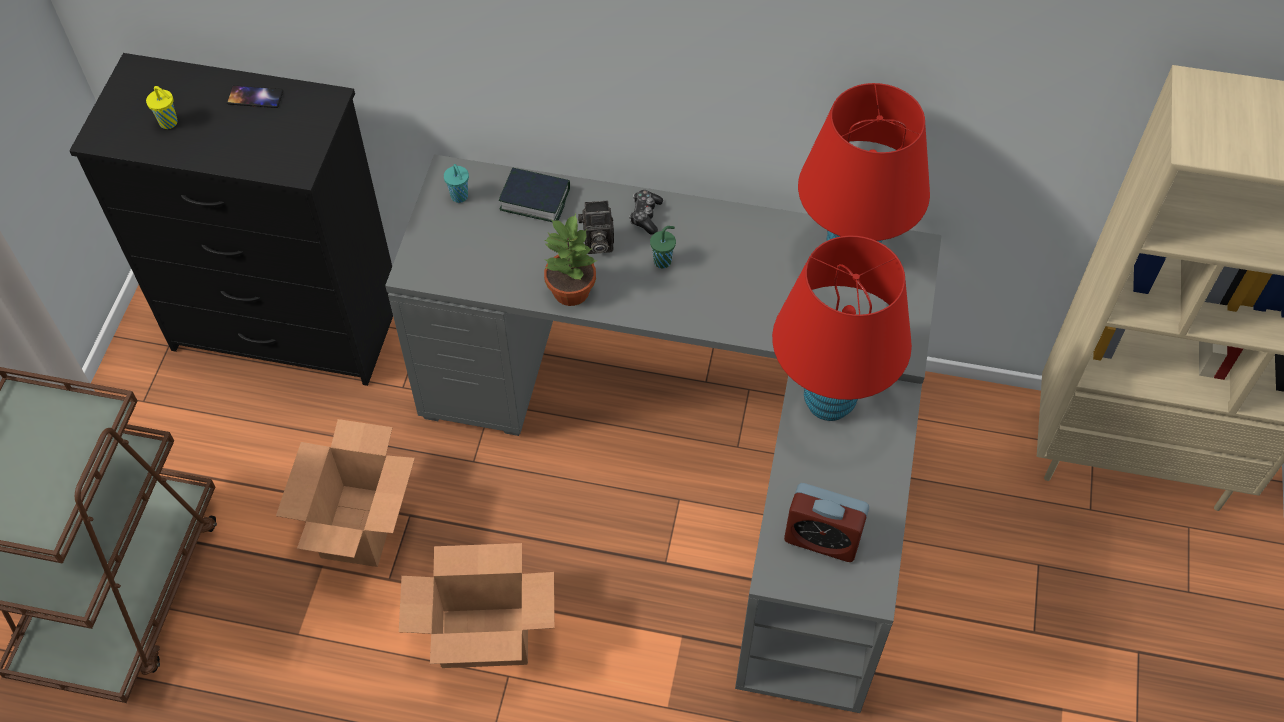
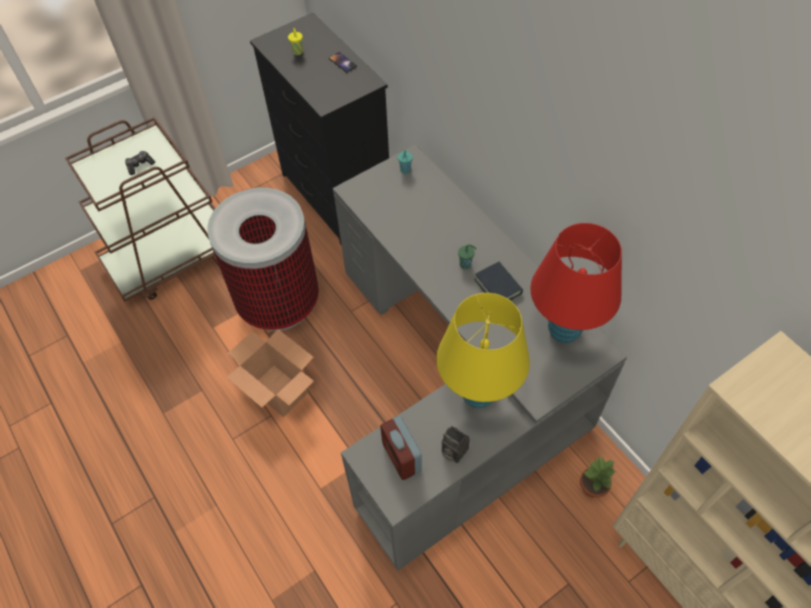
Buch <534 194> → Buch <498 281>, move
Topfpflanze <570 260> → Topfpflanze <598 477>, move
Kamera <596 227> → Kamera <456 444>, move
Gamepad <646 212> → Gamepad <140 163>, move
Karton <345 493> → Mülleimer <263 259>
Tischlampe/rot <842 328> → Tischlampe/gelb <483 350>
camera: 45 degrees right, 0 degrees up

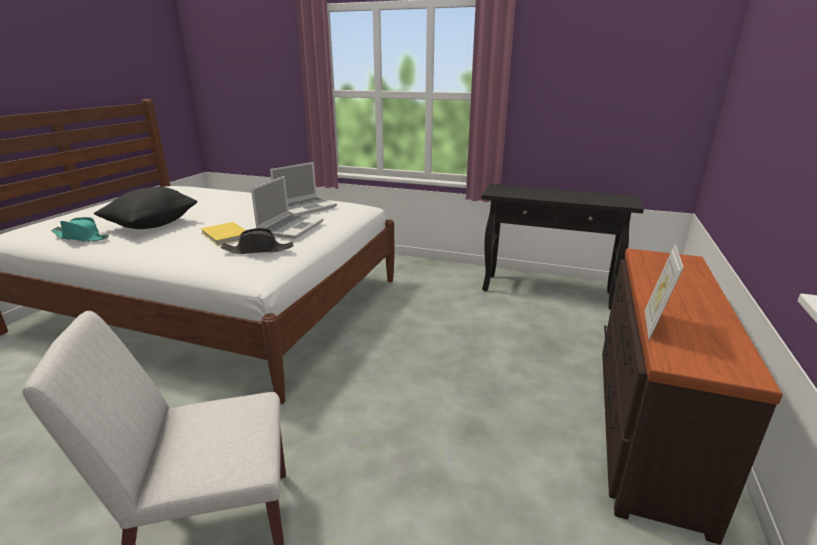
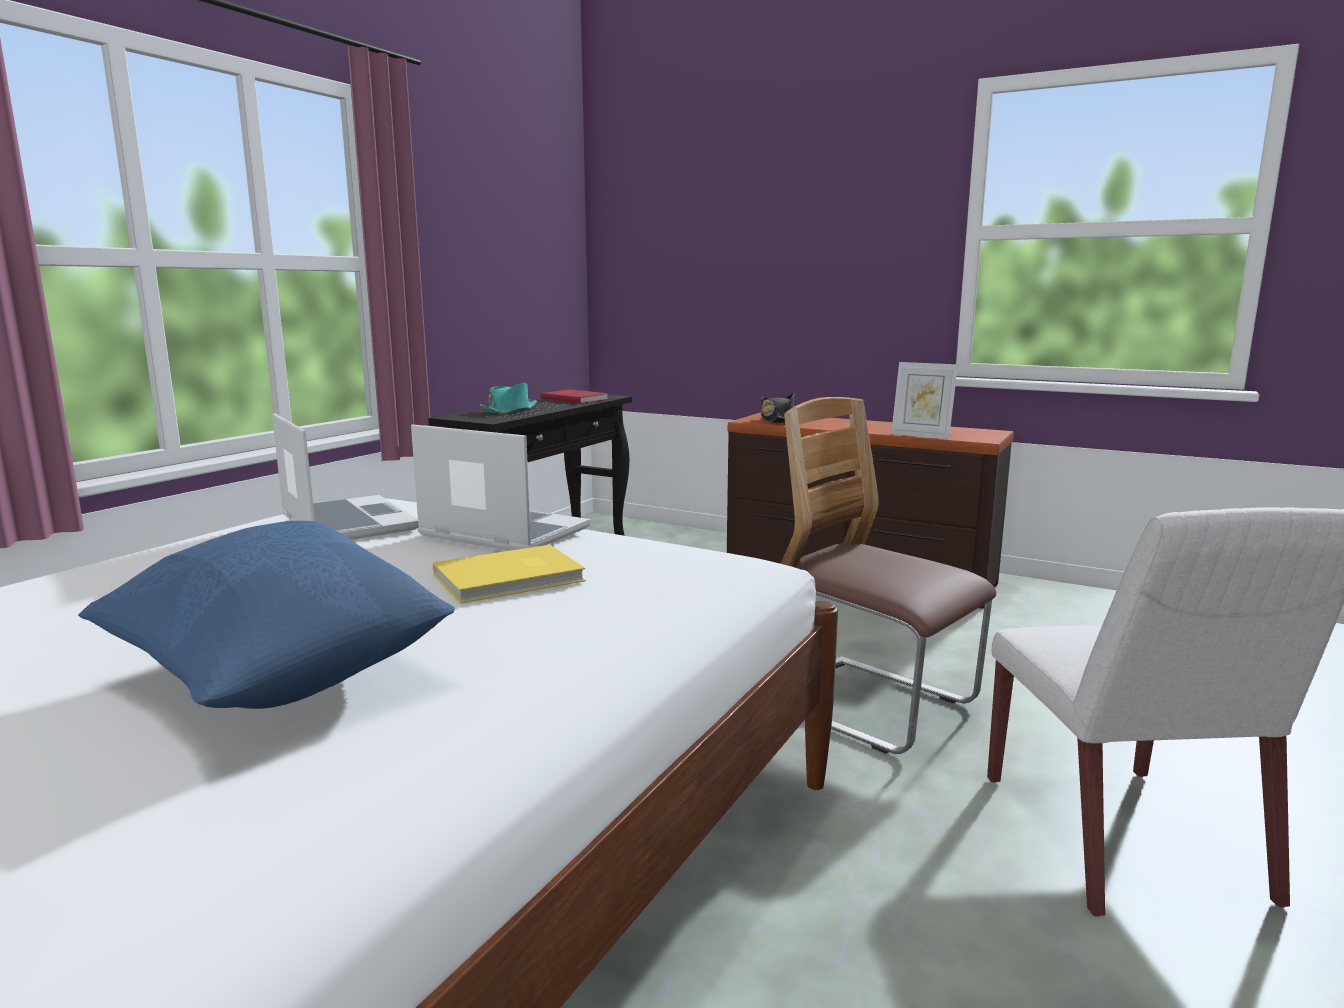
- → Buch/rot <574 396>
- → Stuhl <888 575>
Hut/türkis <80 229> → Hut/türkis <508 398>, move
Hut/schwarz <257 241> → Hut/schwarz <777 408>, move
Kissen/schwarz <145 208> → Kissen/blau <266 615>
camera: 80 degrees left, 10 degrees down

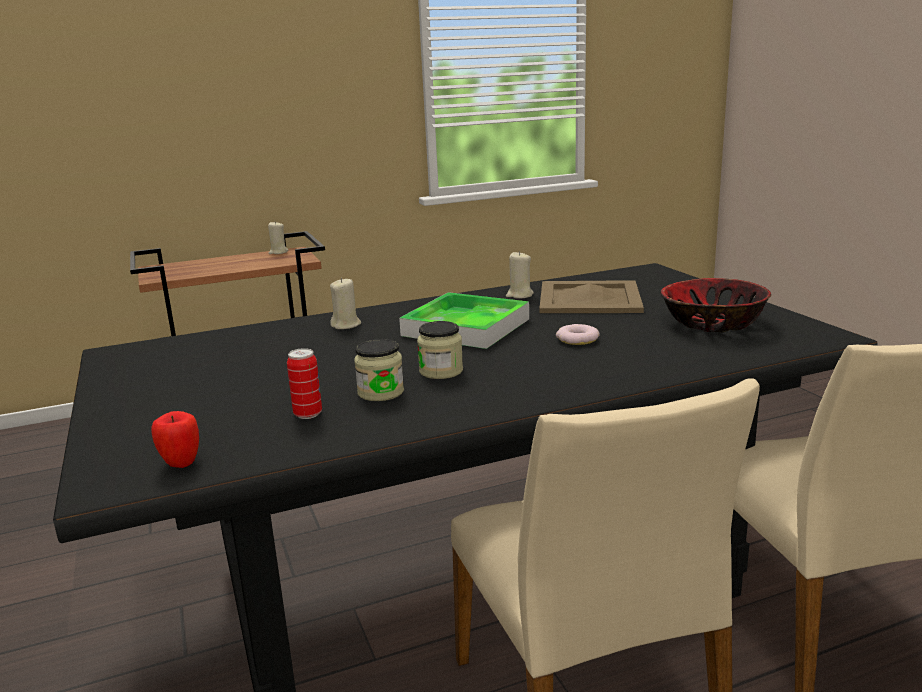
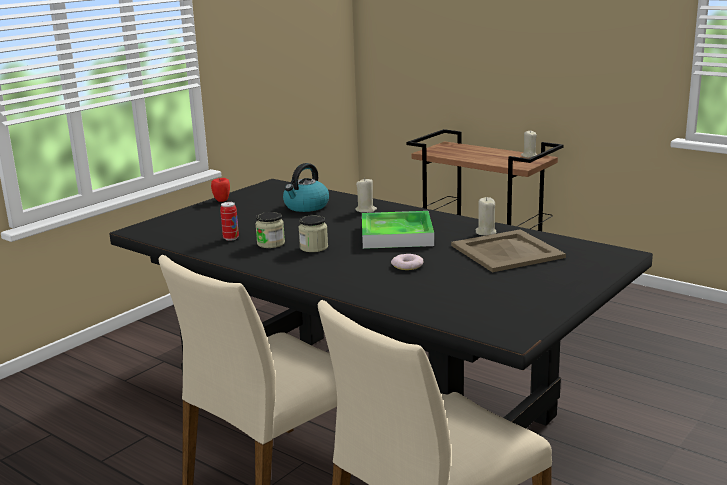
Schüssel <715 305> → -
- → Wasserkessel <306 187>
Apfel <175 439> → Apfel <220 190>, move
camera: 60 degrees right, 0 degrees up

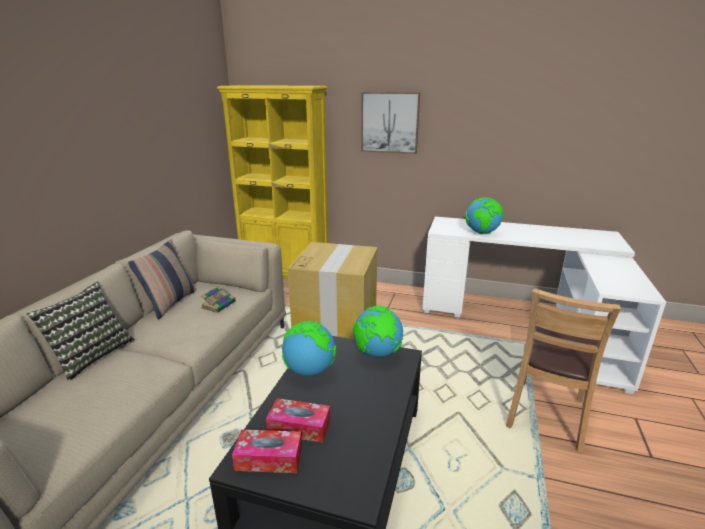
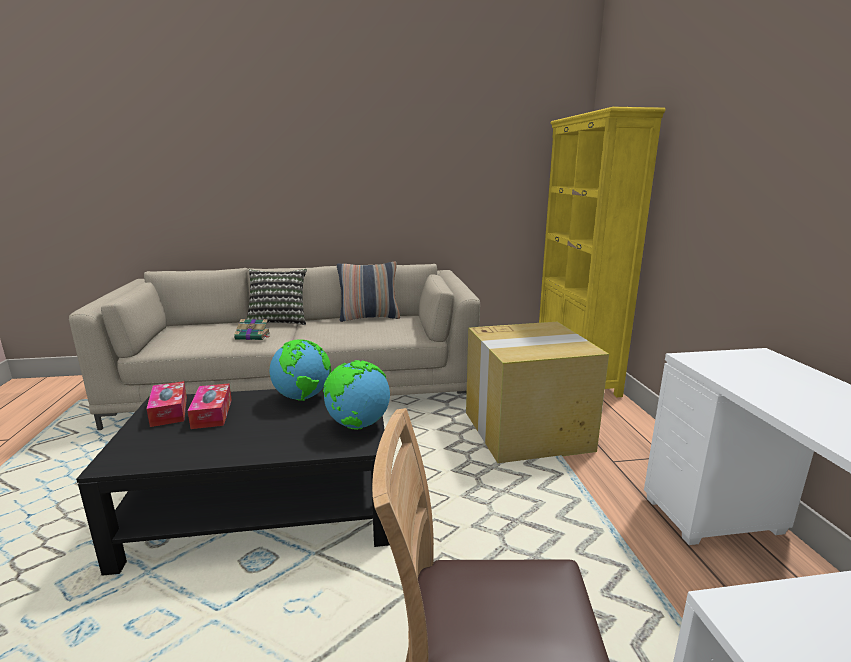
Bild <390 123> → -
Globus <484 215> → -
Buch <218 299> → Buch <252 329>, move
camera: 65 degrees right, 5 degrees down

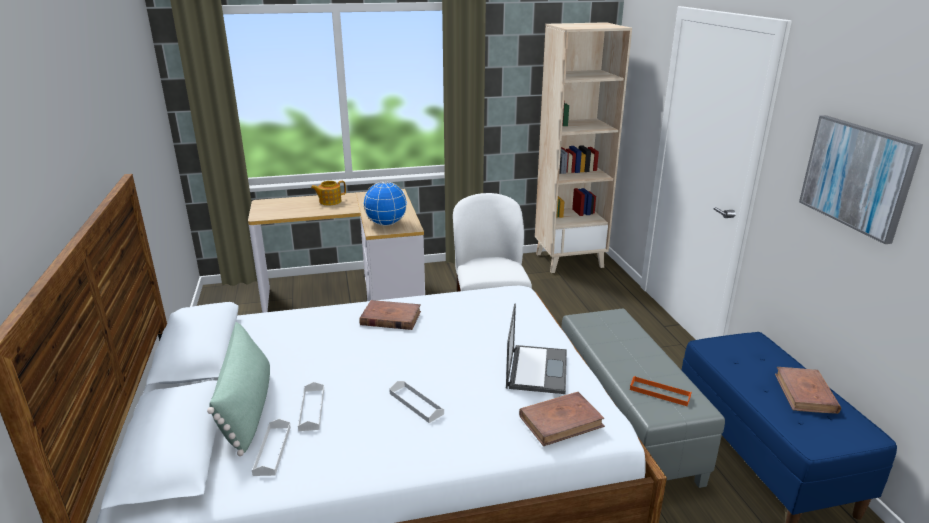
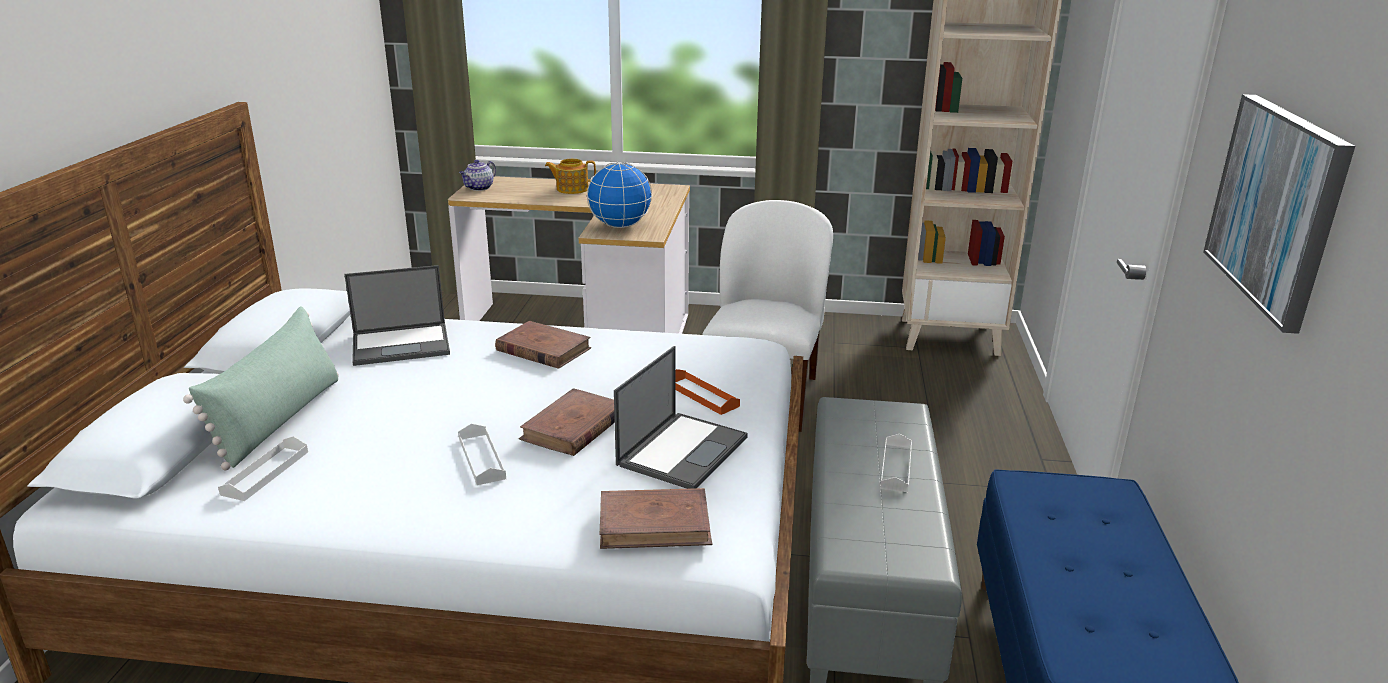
- → Laptop <397 315>
- → Teekanne <477 175>
Tablett/weiß <311 406> → Tablett/weiß <896 463>, move
Tablett/orange <661 391> → Tablett/orange <707 392>, move
Buch/braun <808 390> → Buch/braun <567 422>, move
camera: 20 degrees right, 0 degrees up

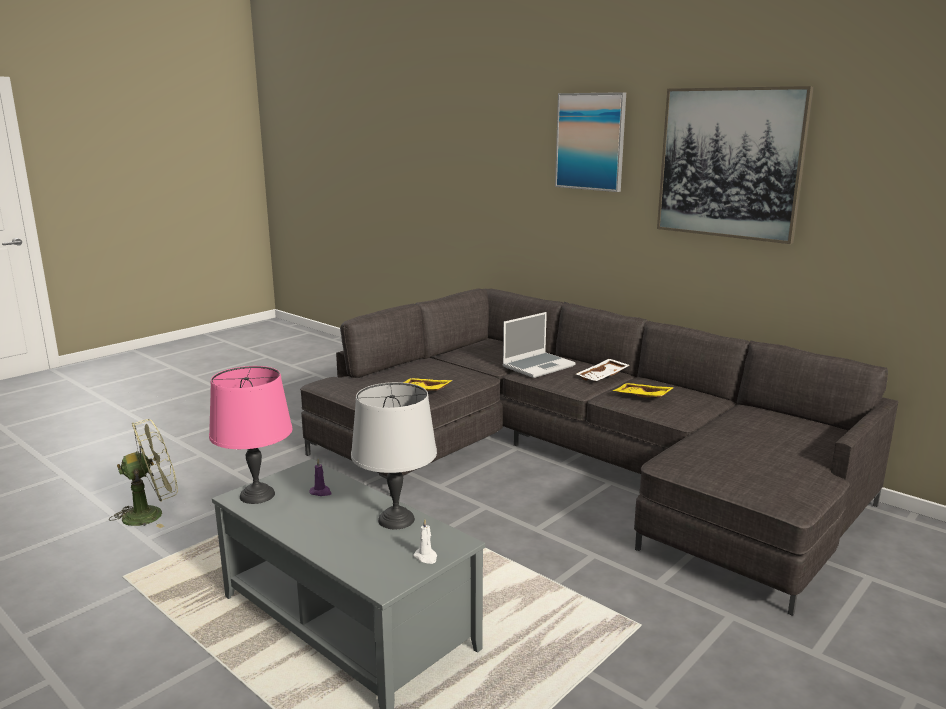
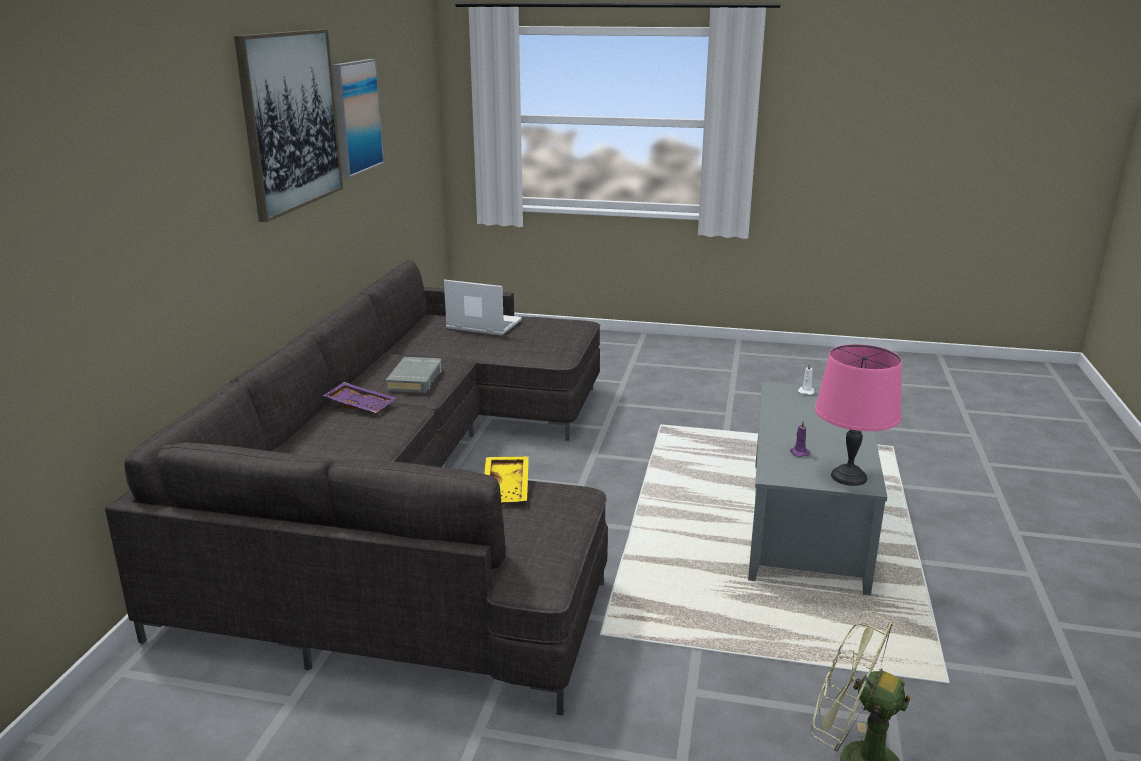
Tischlampe/grau <394 455> → -
Laptop <539 345> → Laptop <483 308>, move
Bild <590 142> → Bild <359 118>, move
Tablett/gelb <643 390> → Buch/grau <414 375>
Tablett/weiß <603 370> → Tablett/lila <360 397>
camera: 120 degrees left, 5 degrees up

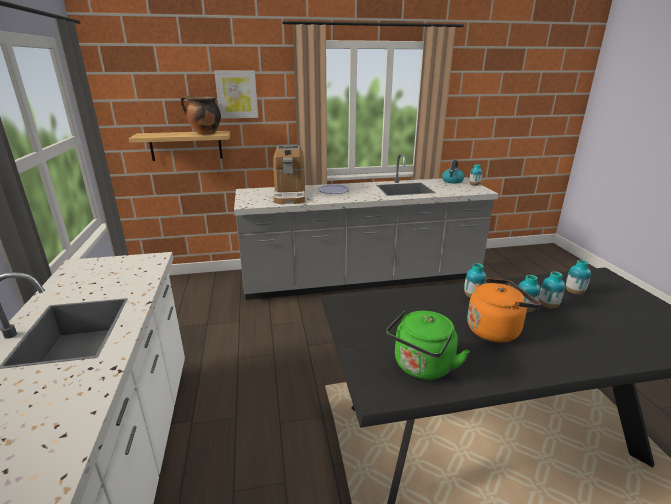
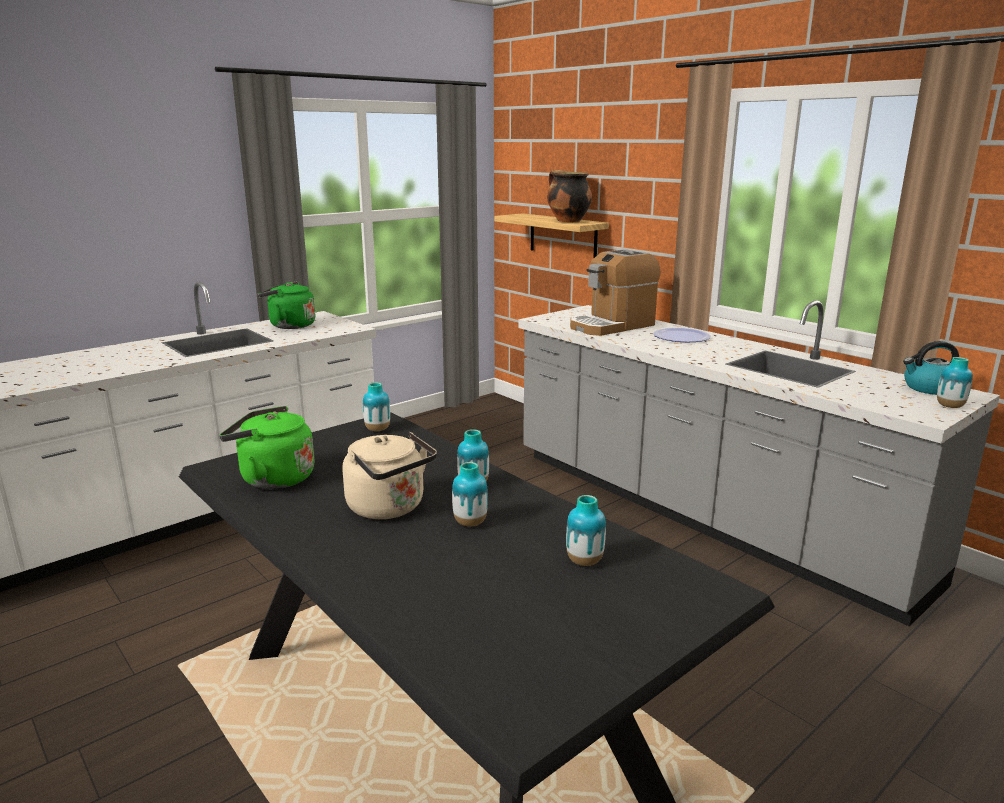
Bild <236 94> → -
- → Wasserkessel/grün <286 305>
Vase <552 290> → Vase <376 406>, move
Wasserkessel/orange <504 310> → Wasserkessel/beige <389 475>
camera: 60 degrees right, 5 degrees down

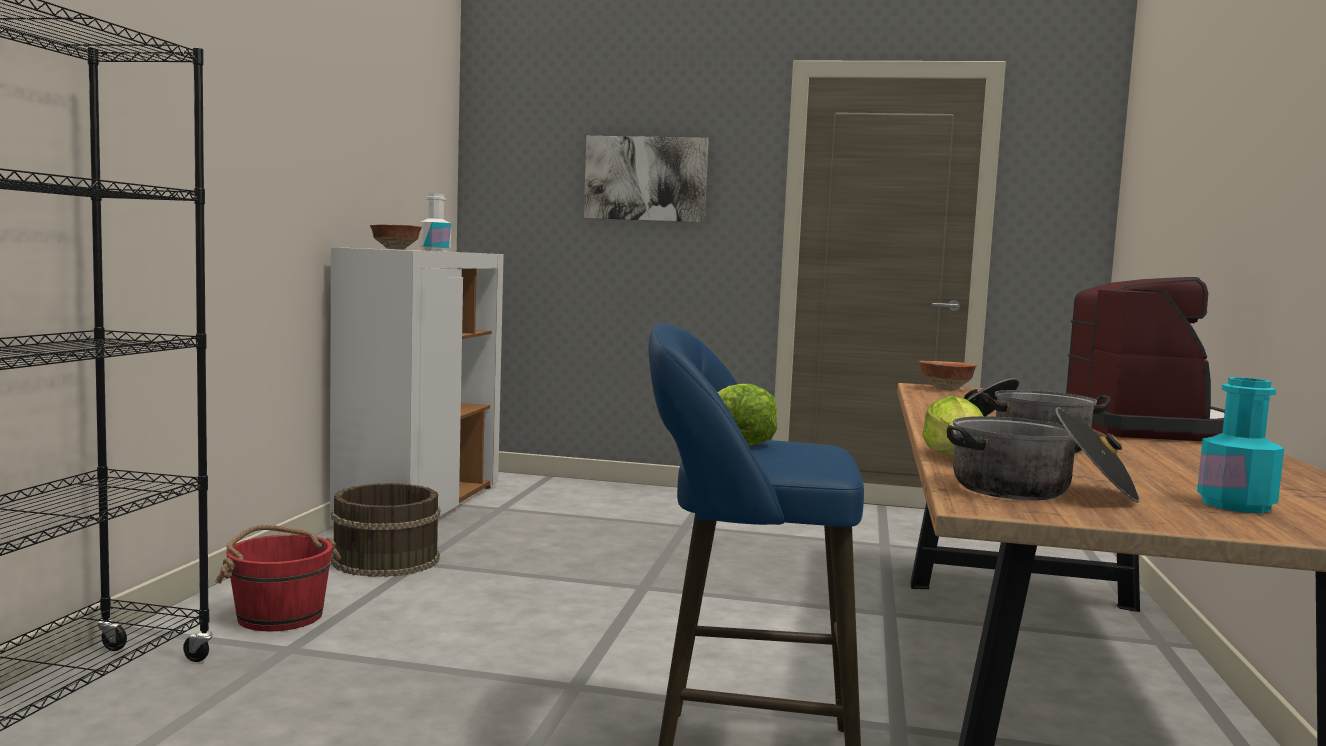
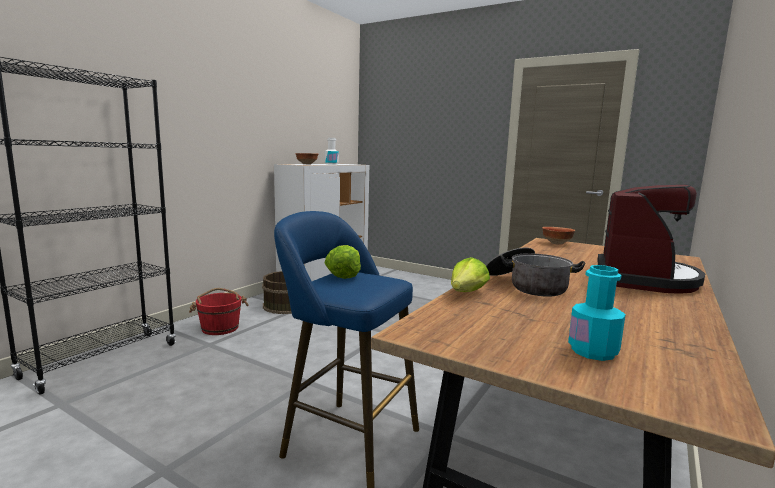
Bild <646 179> → -
Kochtopf <1043 455> → -
camera: 20 degrees right, 5 degrees up

